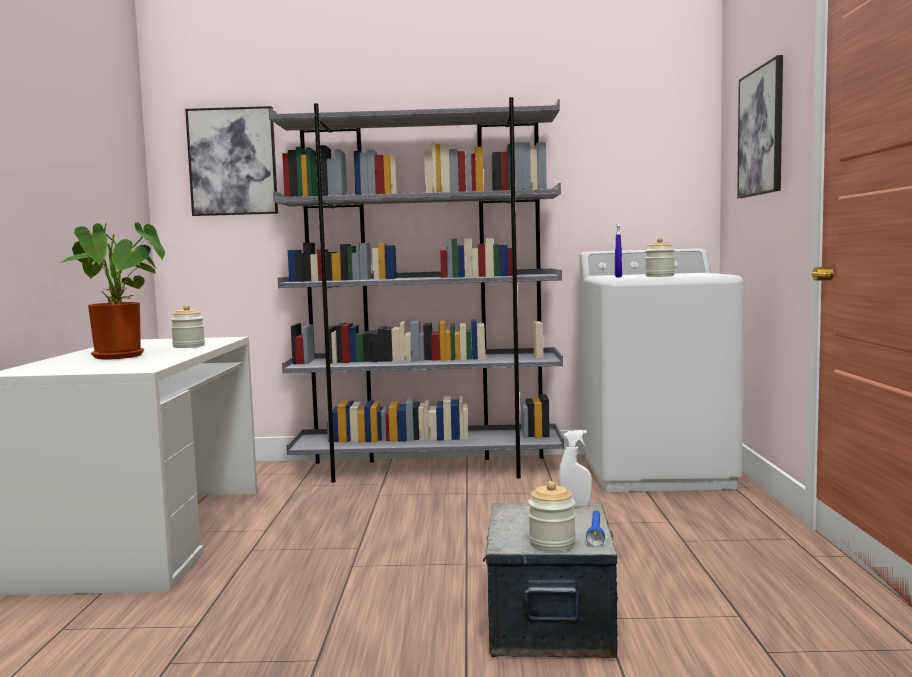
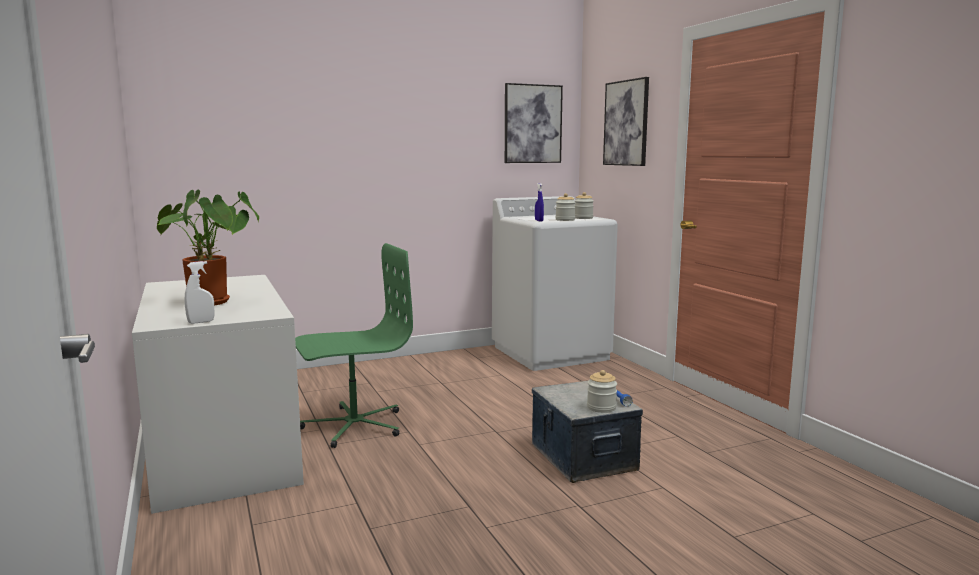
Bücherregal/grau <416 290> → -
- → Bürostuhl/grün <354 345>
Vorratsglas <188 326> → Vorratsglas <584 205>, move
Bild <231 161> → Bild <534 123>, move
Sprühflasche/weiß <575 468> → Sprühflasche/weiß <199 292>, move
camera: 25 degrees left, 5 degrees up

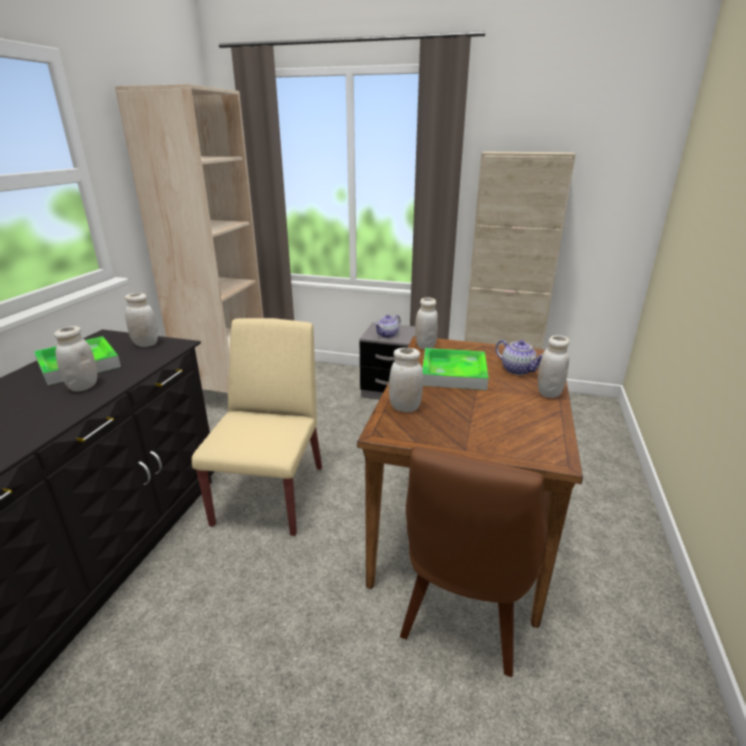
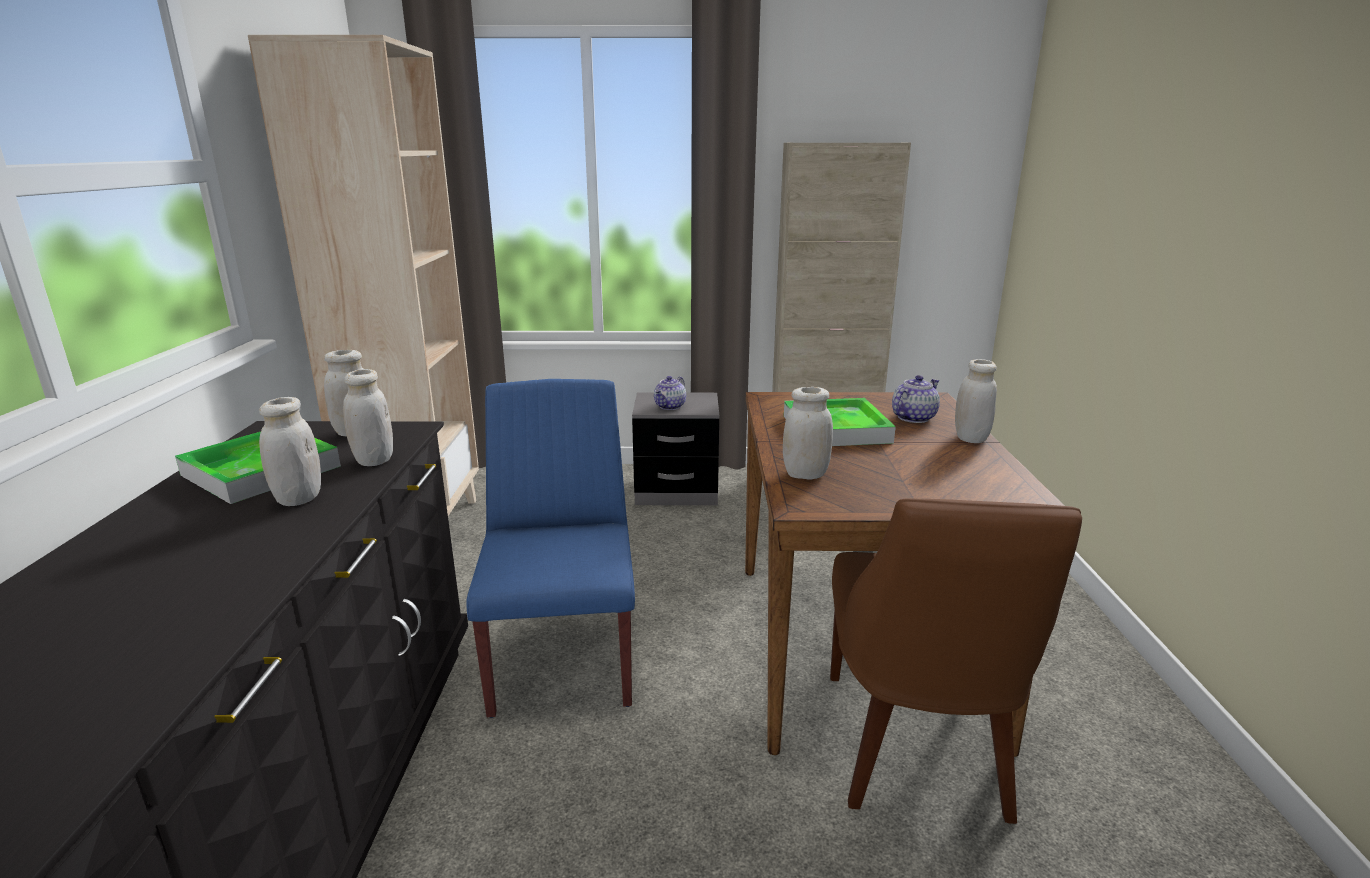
Vorratsglas/weiß <426 323> → Vorratsglas/weiß <368 417>, move
Stuhl/beige <257 427> → Stuhl/blau <550 548>
Teekanne <519 357> → Teekanne <916 399>, 75 degrees counterclockwise
camera: 15 degrees left, 5 degrees down

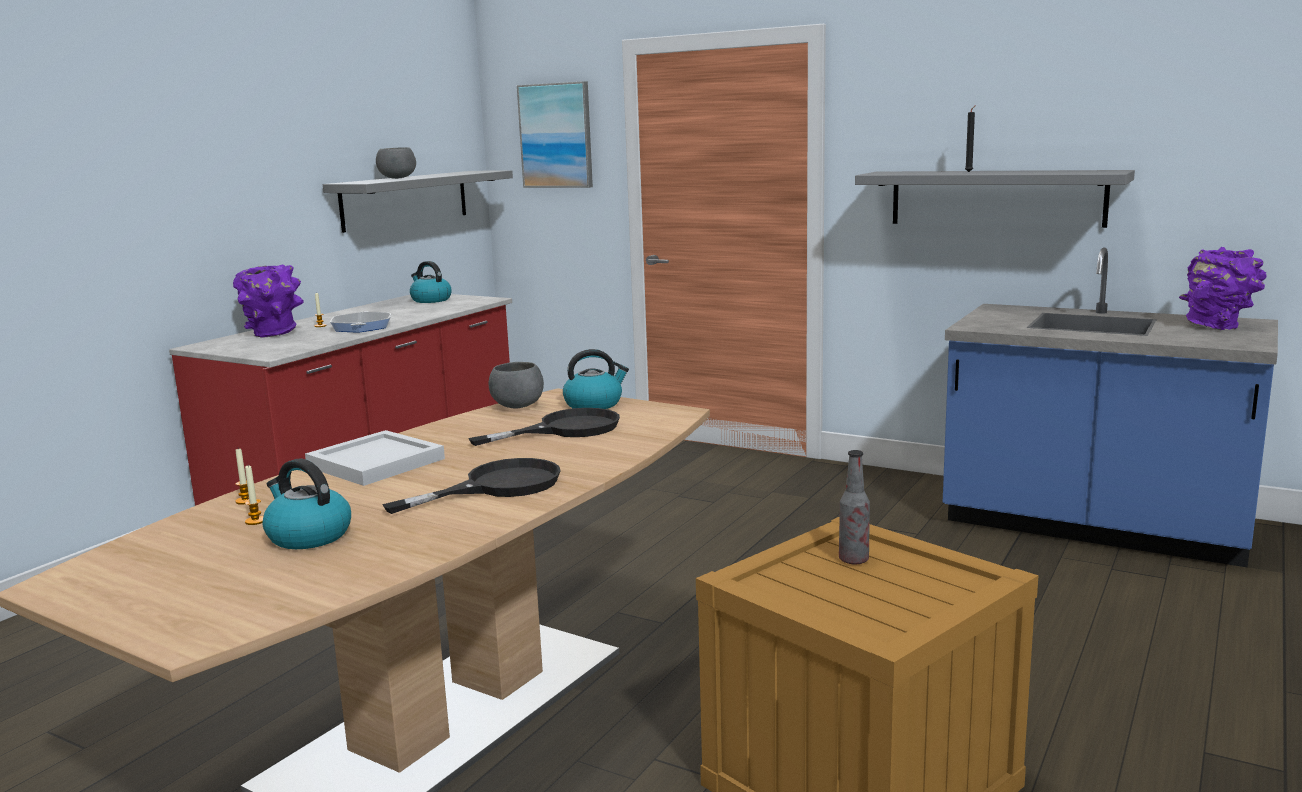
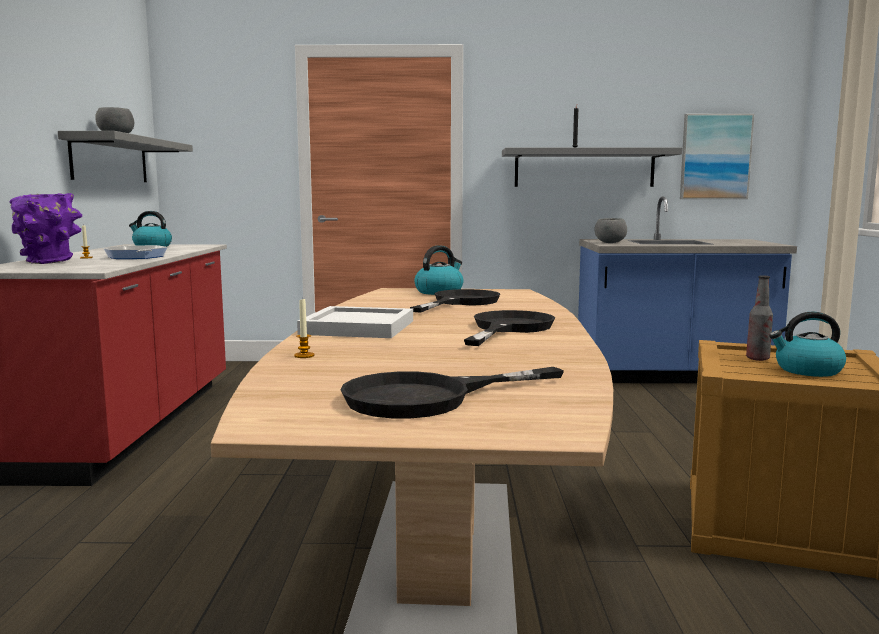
Kerze <254 495> → -
Vase/lila <1223 288> → -
- → Pfanne/schwarz <452 392>
Wasserkessel <307 503> → Wasserkessel <807 344>, move
Schüssel/grau <516 385> → Schüssel/grau <611 230>, move
Bild <555 134> → Bild <717 156>, move
camera: 30 degrees left, 5 degrees down

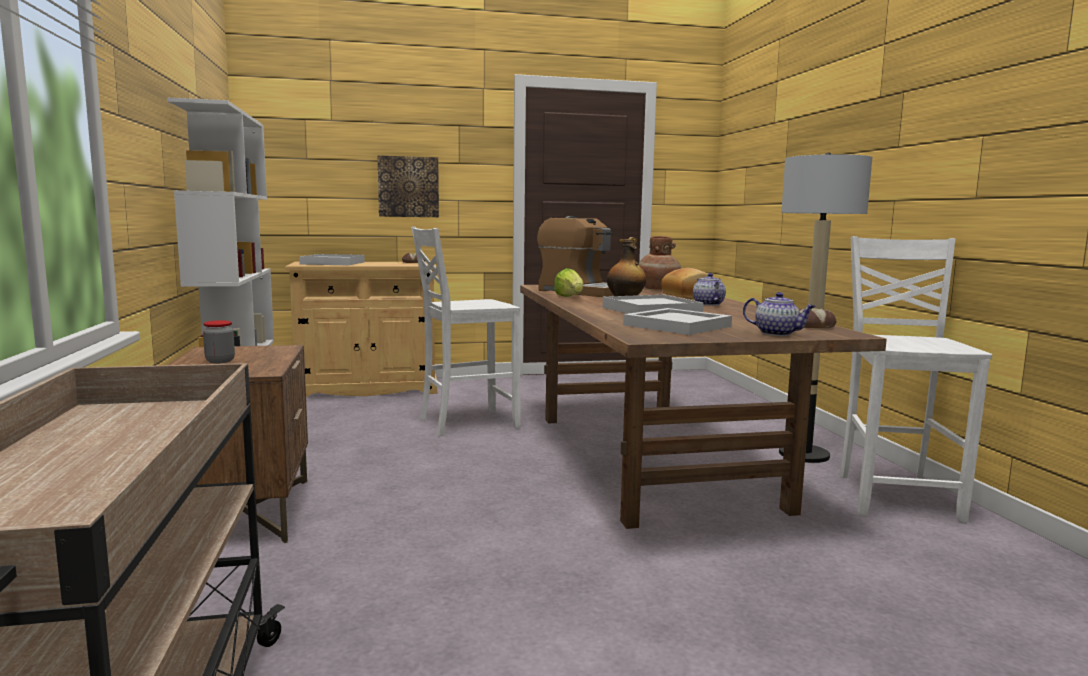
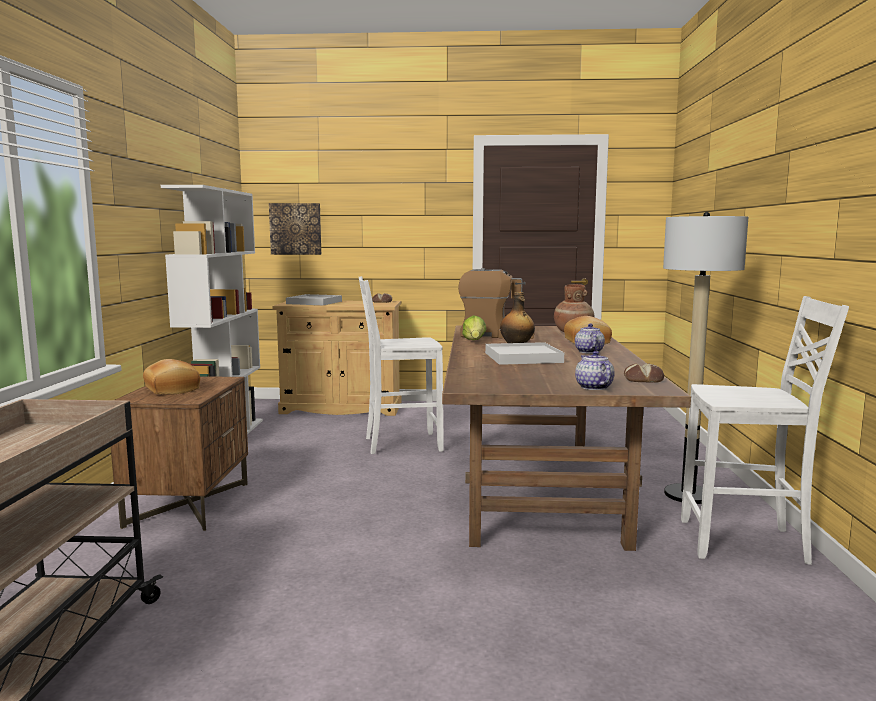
Tablett/weiß <677 321> → -
Bild <408 186> → Bild <295 229>, move
Vorratsglas <219 341> → Brot <171 377>
Kaffeemaschine <575 256> → Kaffeemaschine <496 303>, 45 degrees counterclockwise
Teekanne <779 314> → Teekanne <595 370>, 150 degrees counterclockwise
Stuhl/weiß <916 380> → Stuhl/weiß <765 430>, 75 degrees clockwise
camera: 15 degrees right, 0 degrees up

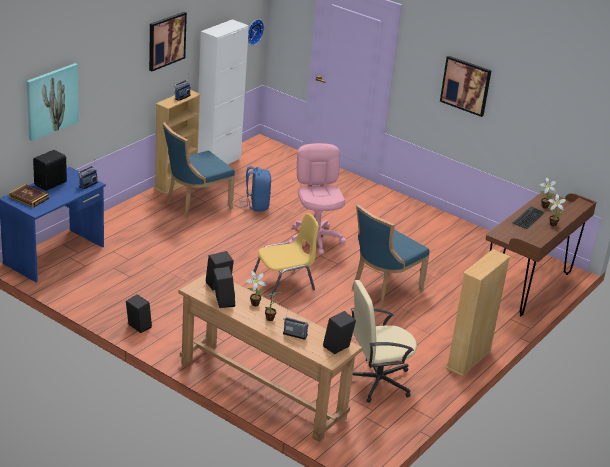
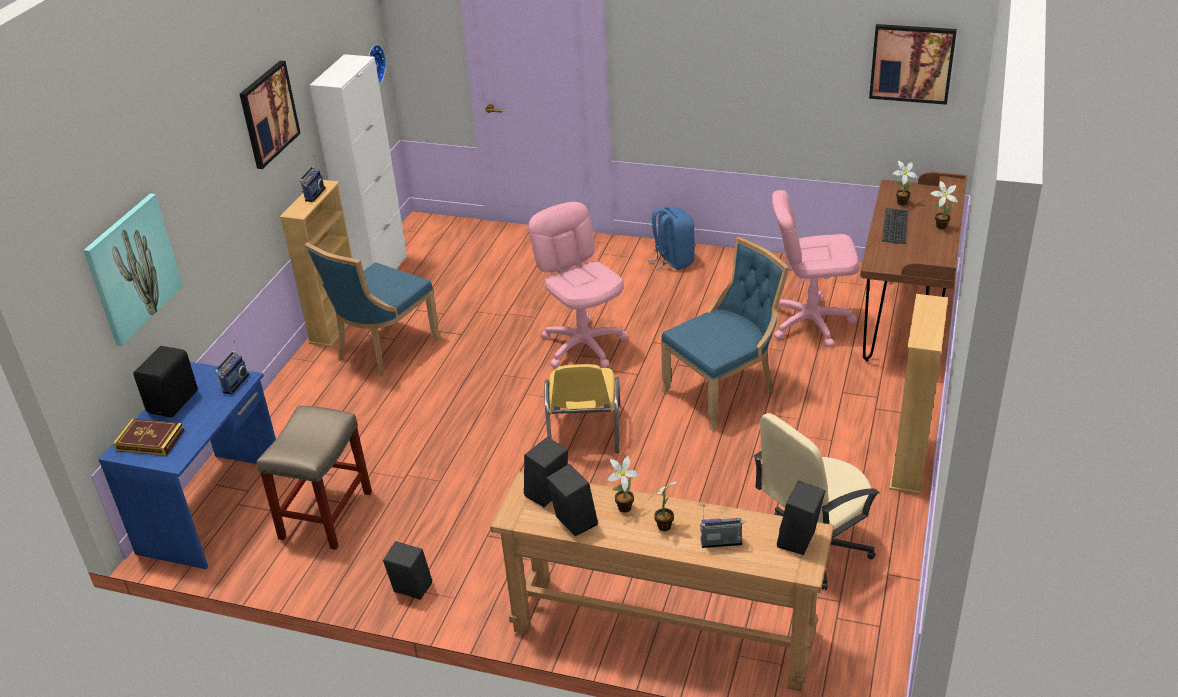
- → Hocker/beige <314 478>
- → Bürostuhl/rosa <815 268>
Rucksack/blau <255 189> → Rucksack/blau <671 239>, move
Bild <466 86> → Bild <913 64>, move
Stuhl/gelb <286 256> → Stuhl/gelb <582 408>, 135 degrees clockwise
Stuhl/blau <390 255> → Stuhl/blau <725 334>, 150 degrees counterclockwise
camera: 15 degrees left, 5 degrees up

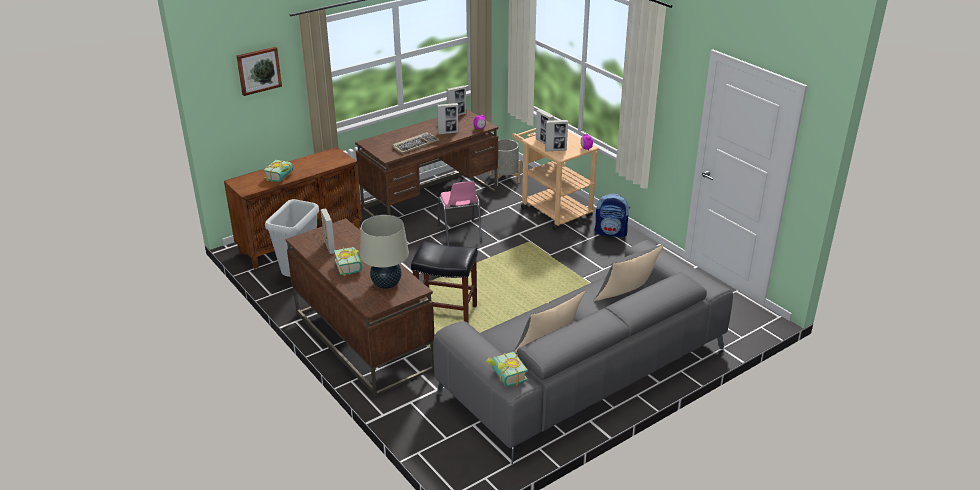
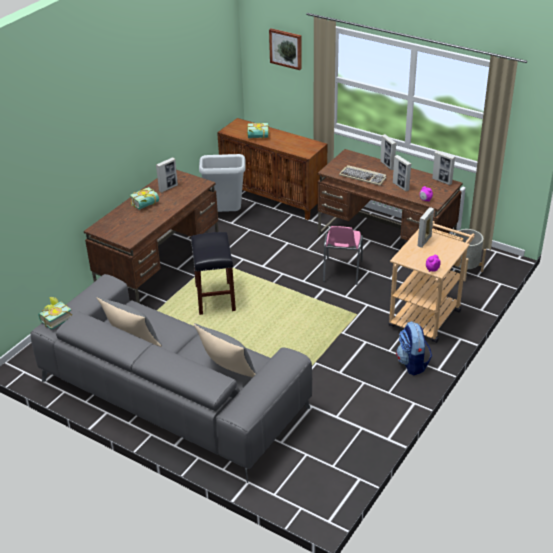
Tischlampe/beige <384 252> → -
Bilderrahmen <556 135> → Bilderrahmen <388 152>, move
Stuhl/rosa <460 213> → Stuhl/rosa <343 255>, 45 degrees counterclockwise
camera: 70 degrees right, 5 degrees up

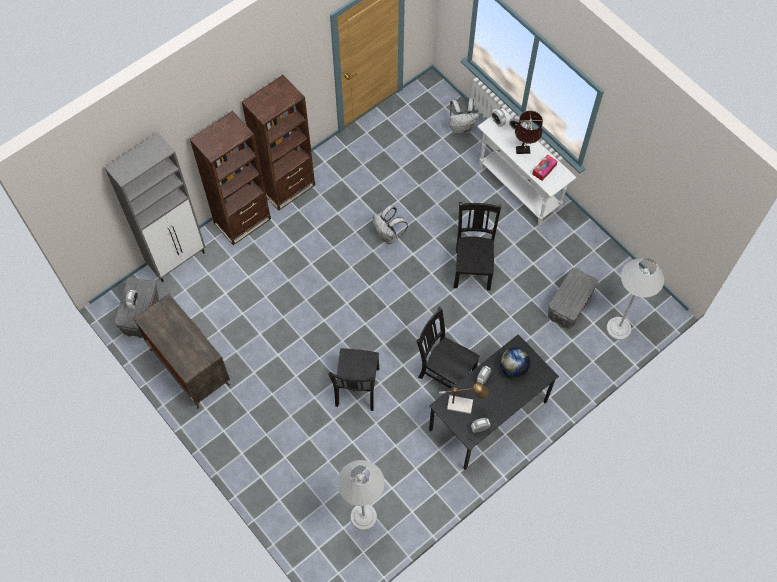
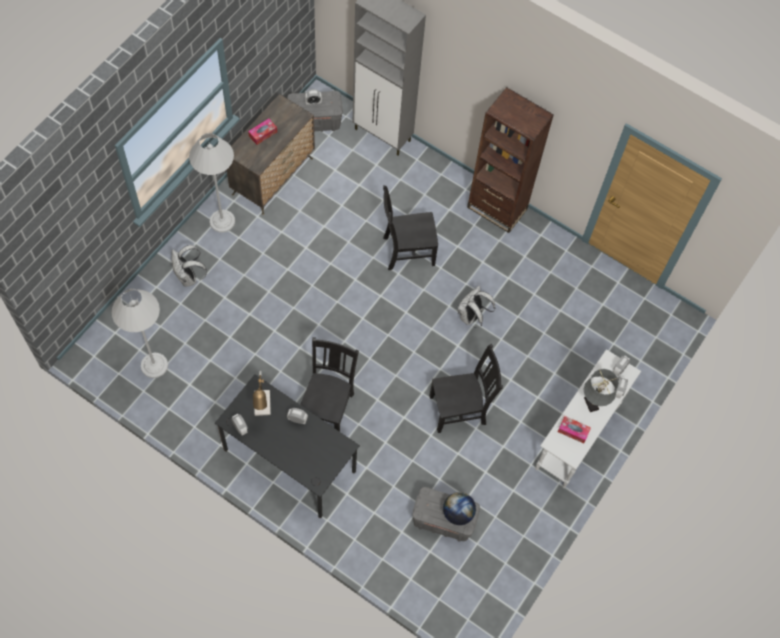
Bücherregal/braun <230 178> → -
- → Taschentuchbox <262 132>
Stuhl/schwarz <353 379> → Stuhl/schwarz <410 227>, move
Rucksack/weiß <464 116> → Rucksack/weiß <189 266>, move
Globus <515 362> → Globus <459 508>, move
Stehlampe/weiß <635 299> → Stehlampe/weiß <212 182>, move
Tischlampe/braun <529 132> → Tischlampe/grau <601 390>
camera: 70 degrees right, 0 degrees up

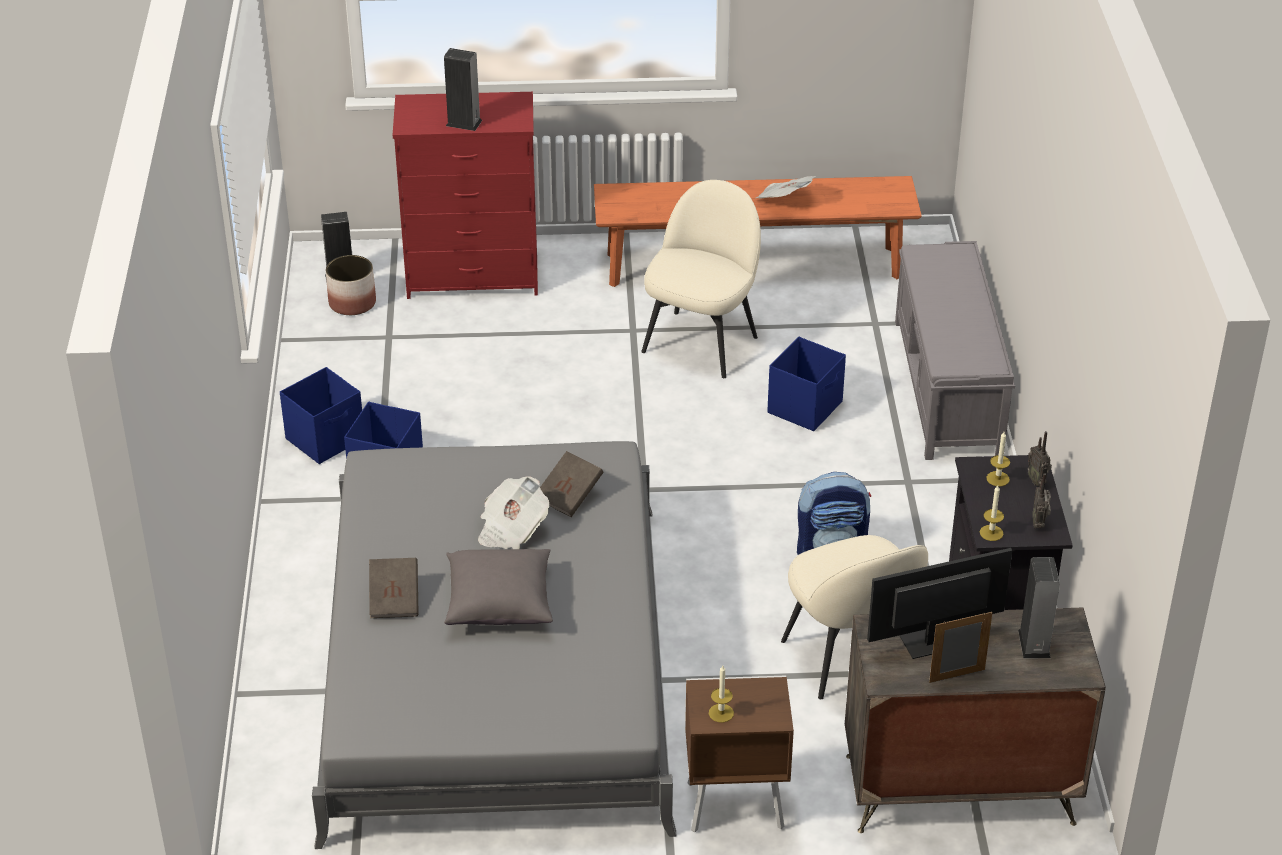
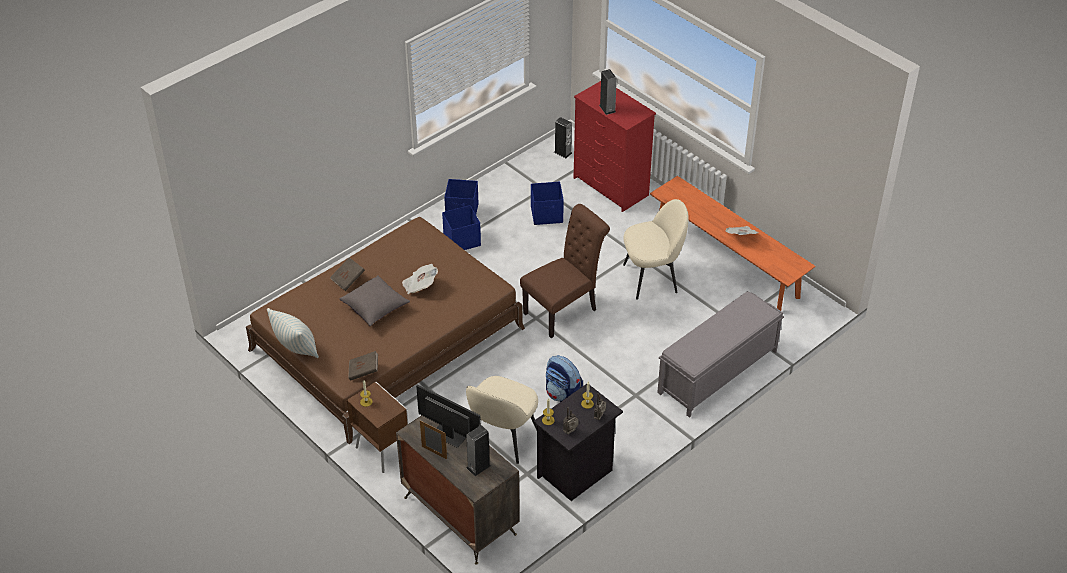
Pflanzkübel <351 285> → -
- → Kissen <293 333>
- → Stuhl/braun <565 271>
Buch/braun <572 484> → Buch/braun <363 365>, move
Aufbewahrungsbox/blau <806 384> → Aufbewahrungsbox/blau <547 203>, move
Bett/grau <494 645> → Bett/braun <385 330>
camera: 50 degrees right, 5 degrees up

